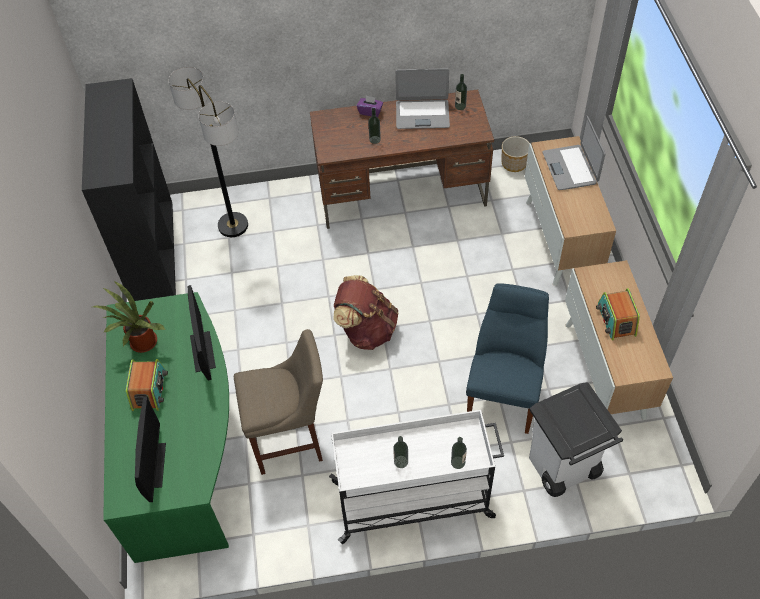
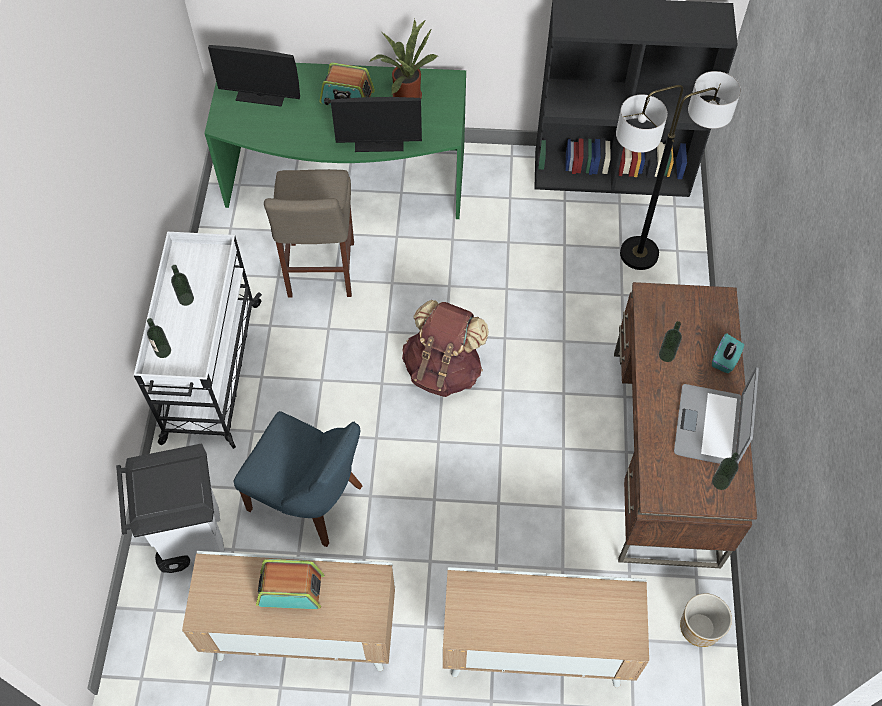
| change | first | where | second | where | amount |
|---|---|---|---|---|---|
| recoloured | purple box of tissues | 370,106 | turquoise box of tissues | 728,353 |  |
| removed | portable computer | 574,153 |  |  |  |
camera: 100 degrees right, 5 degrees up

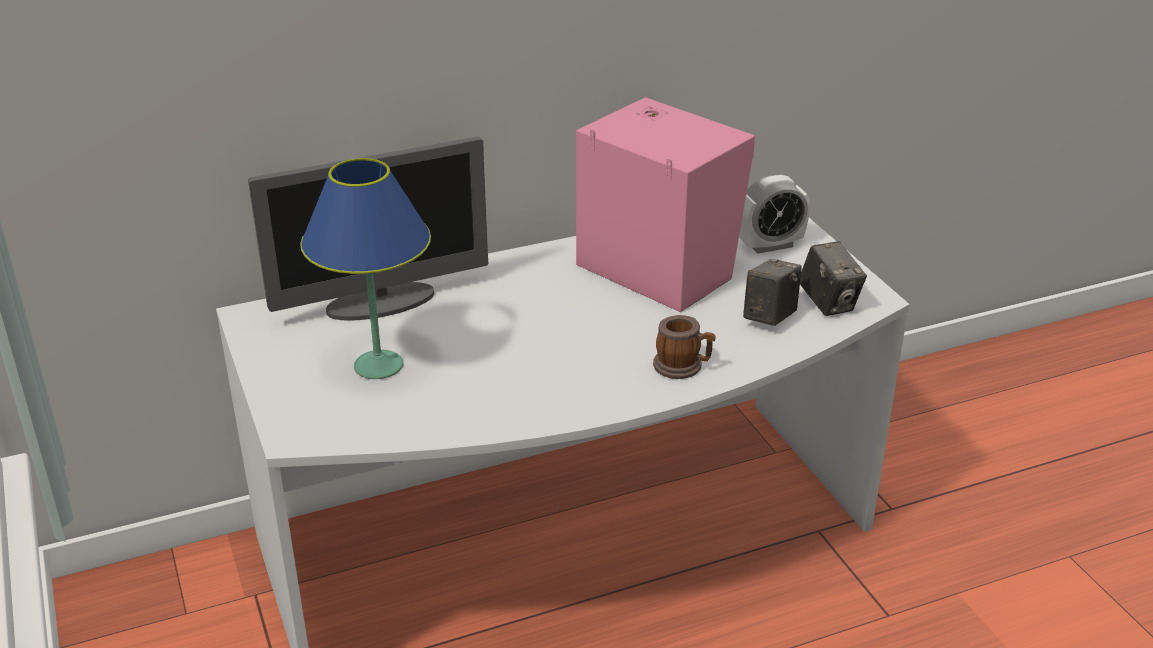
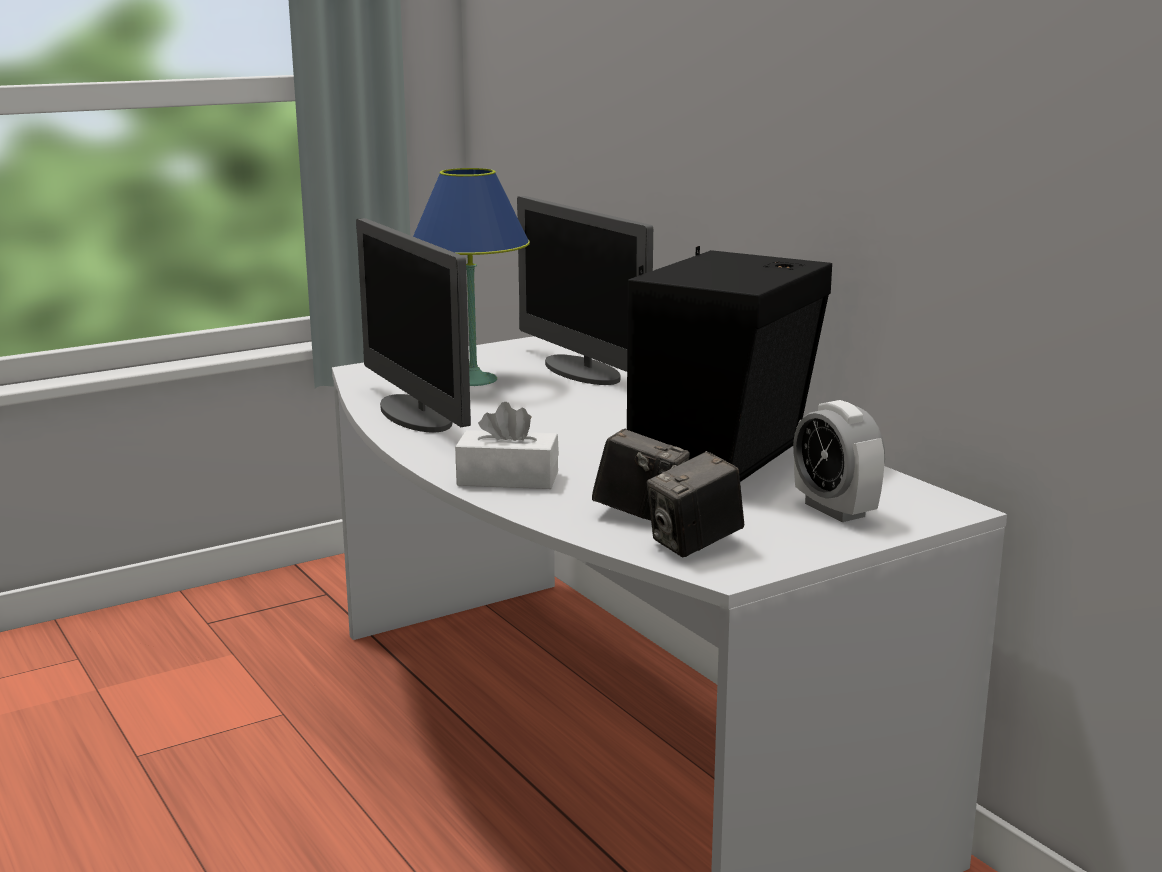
| change | first | where | second | where | amount |
|---|---|---|---|---|---|
| recoloured | pink audio speaker | 665,204 | black-coloured audio speaker | 729,364 |  |
| replaced | mug | 684,347 | white box of tissues | 507,445 |  |
| added |  |  | monitor | 413,325 |  |
camera: 80 degrees right, 15 degrees down

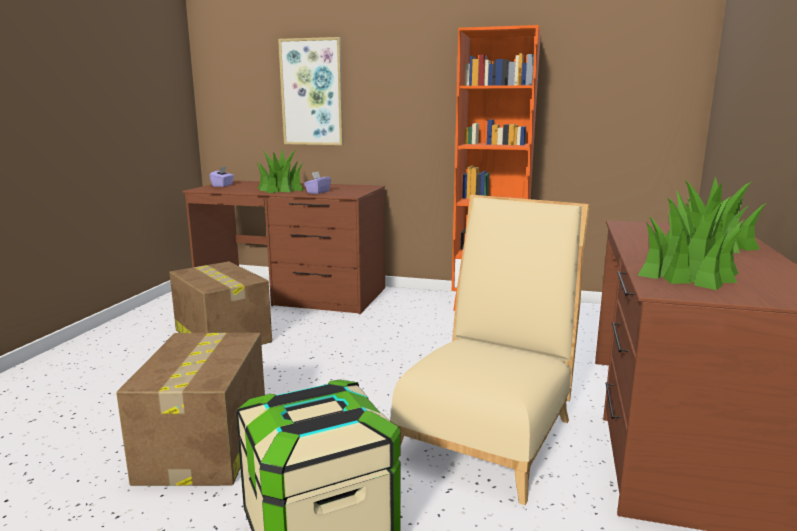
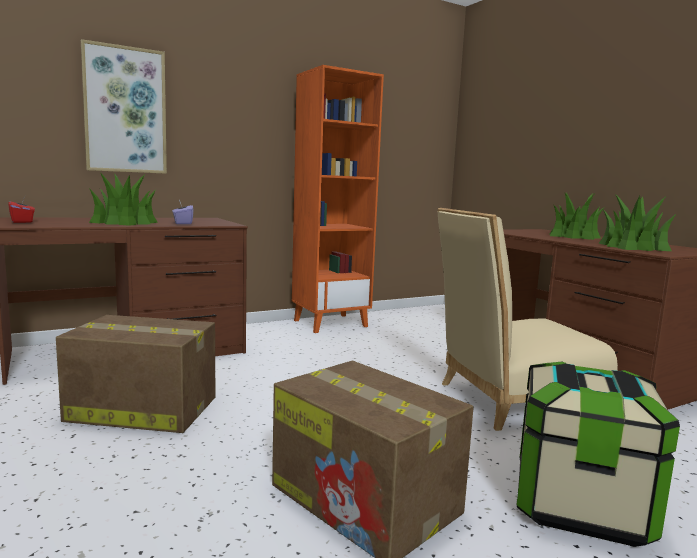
| change | first | where | second | where | amount |
|---|---|---|---|---|---|
| recoloured | purple box of tissues | 221,176 | red box of tissues | 21,209 |  |
| turned | beige-coloured upright chair | 490,350 |  | 528,319 | 90 degrees counterclockwise |
camera: 45 degrees left, 5 degrees down

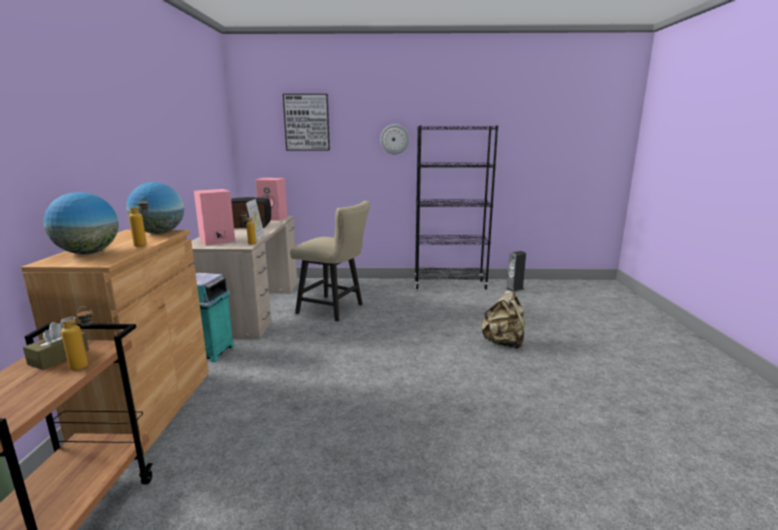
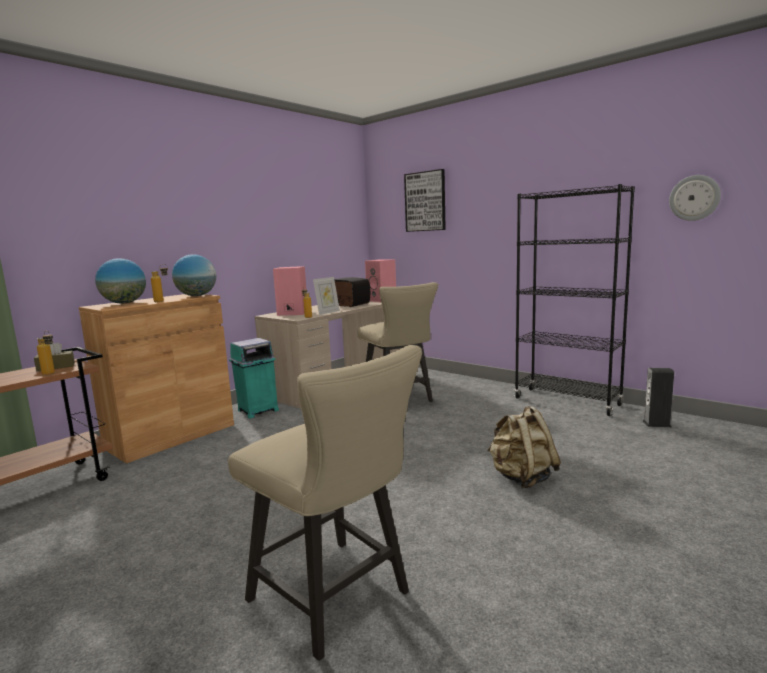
| change | first | where | second | where | amount |
|---|---|---|---|---|---|
| moved | wall clock | 394,139 |  | 695,198 |  |
| added |  |  | beige-coloured upright chair | 325,503 |  |
camera: 40 degrees right, 5 degrees down

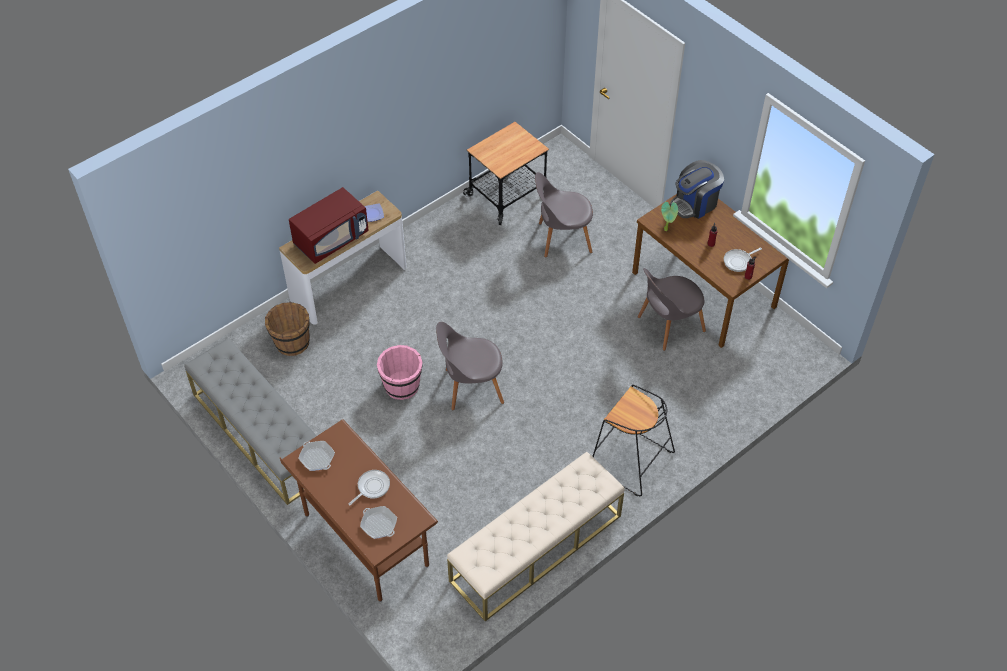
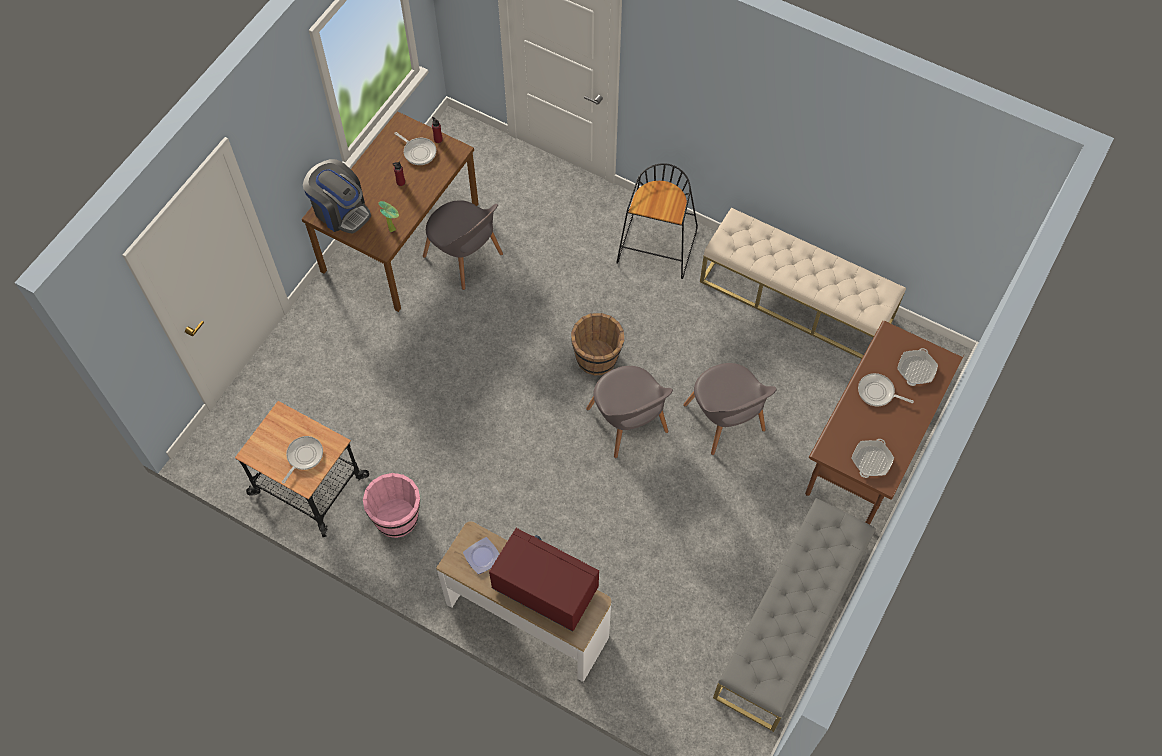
| change | first | where | second | where | amount |
|---|---|---|---|---|---|
| moved | brown bucket | 287,329 |  | 597,344 |  |
| moved | pink bucket | 400,372 |  | 391,505 |  |
| moved | gray upright chair | 564,214 |  | 730,409 |  |
| added |  |  | skillet | 302,460 |  |
camera: 110 degrees left, 10 degrees up

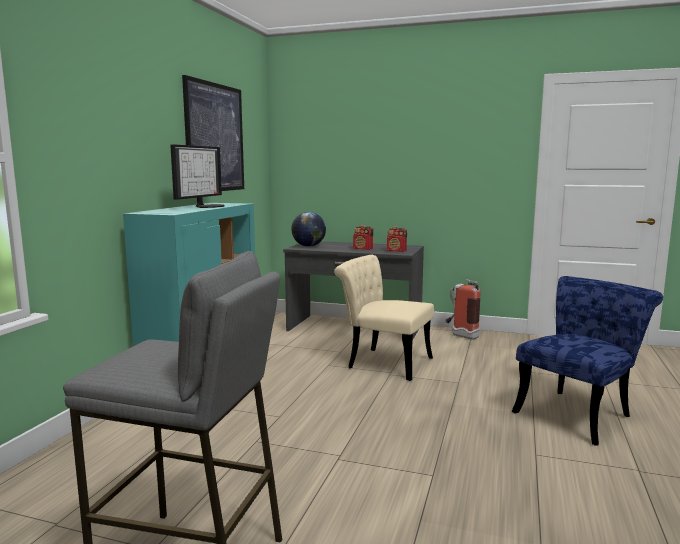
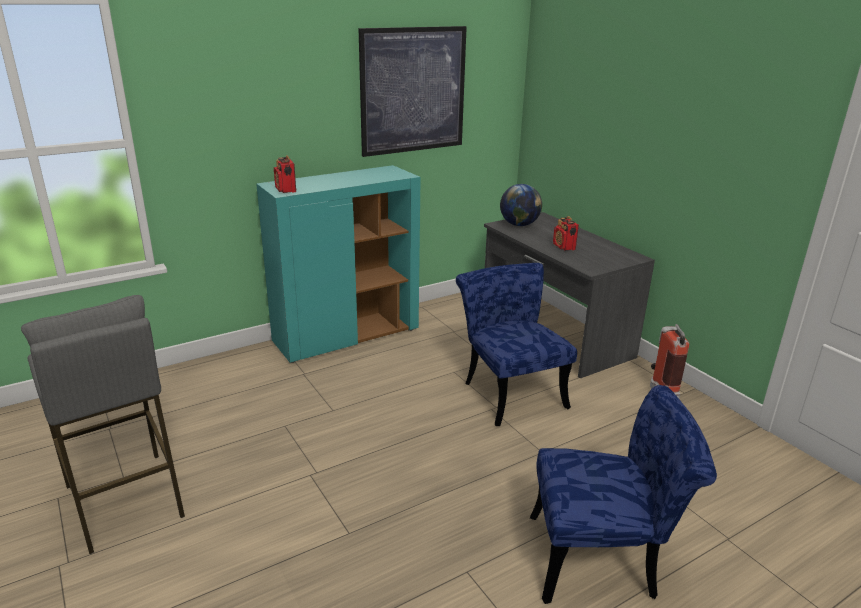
| change | first | where | second | where | amount |
|---|---|---|---|---|---|
| removed | monitor | 197,176 |  |  |  |
| recoloured | beige-coloured upright chair | 384,318 | blue upright chair | 516,344 |  |
| moved | radio receiver | 397,239 |  | 285,174 |  |
camera: 40 degrees right, 15 degrees up

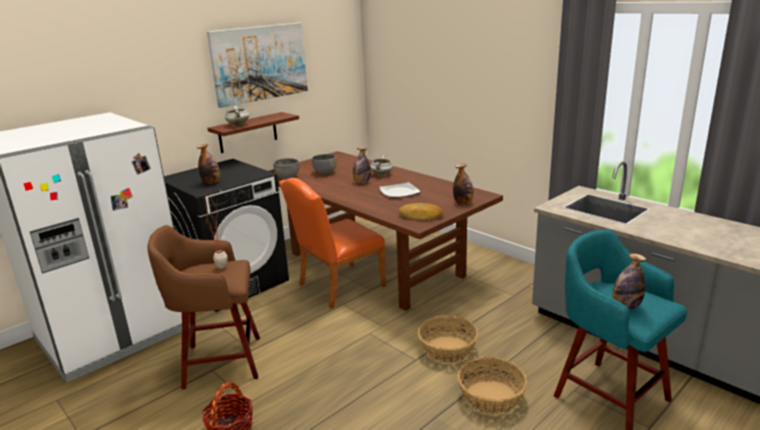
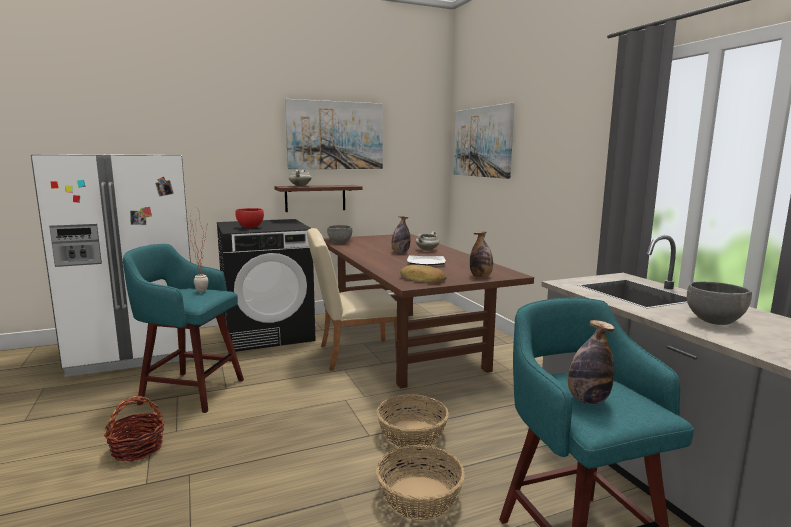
| change | first | where | second | where | amount |
|---|---|---|---|---|---|
| recoloured | brown stool | 204,307 | turquoise stool | 183,328 |  |
| replaced | drink bottle | 208,164 | red serving bowl | 249,218 |  |
| recoloured | orange-coloured upright chair | 332,243 | beige-coloured upright chair | 352,299 |  |
| moved | gray serving bowl | 324,164 |  | 719,303 |  |
| added |  |  | picture | 484,141 |  |
camera: 20 degrees right, 10 degrees down

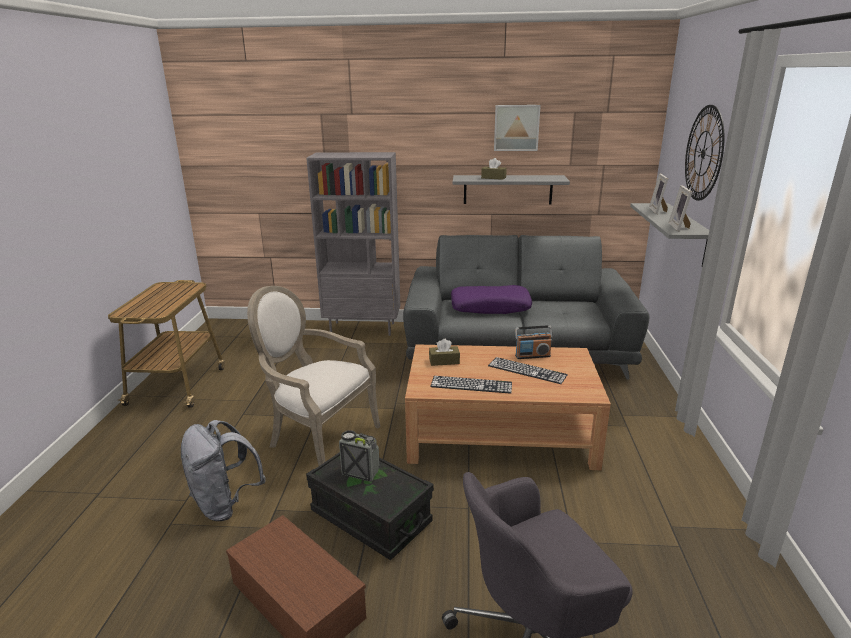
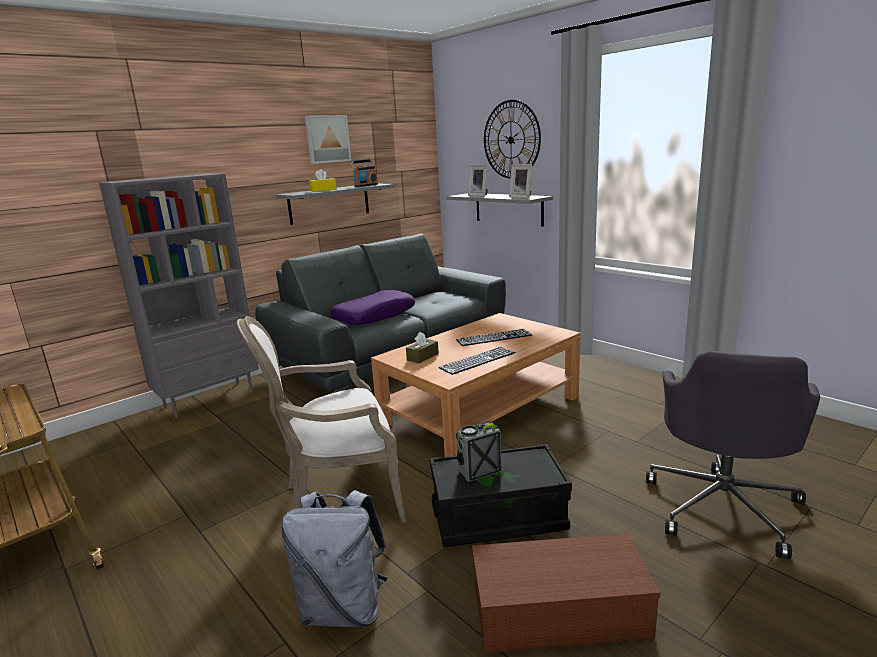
| change | first | where | second | where | amount |
|---|---|---|---|---|---|
| recoloured | brown box of tissues | 494,169 | yellow-coloured box of tissues | 322,180 |  |
| moved | radio receiver | 534,342 |  | 364,173 |  |
camera: 45 degrees left, 5 degrees down

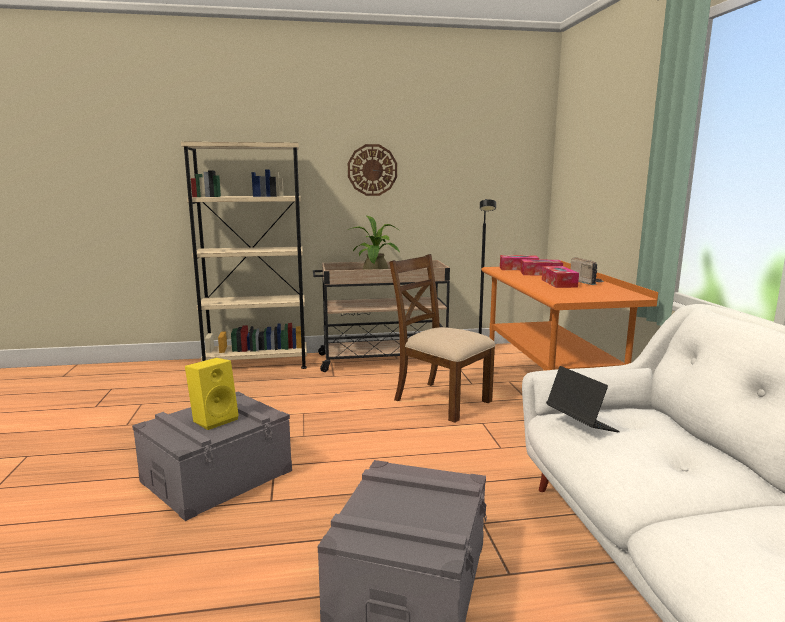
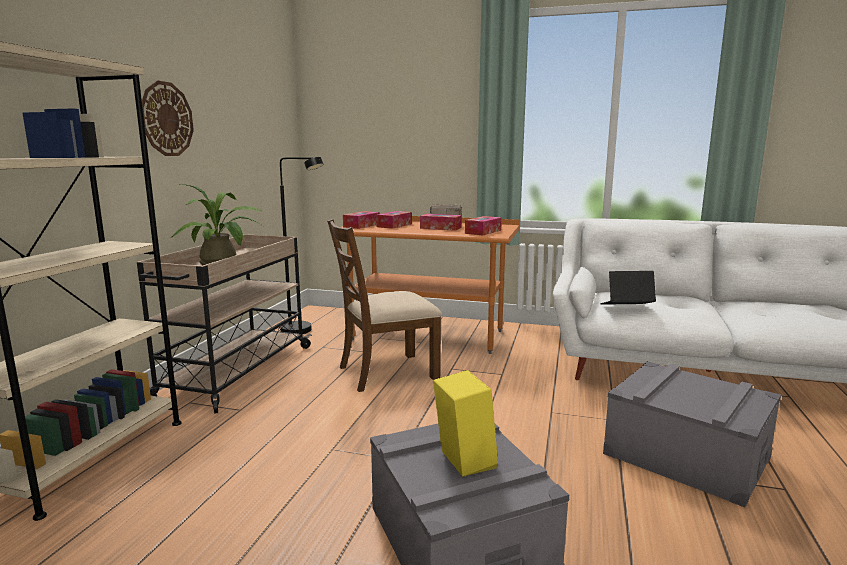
| change | first | where | second | where | amount |
|---|---|---|---|---|---|
| added |  |  | box of tissues | 483,225 |  |
camera: 65 degrees left, 0 degrees up

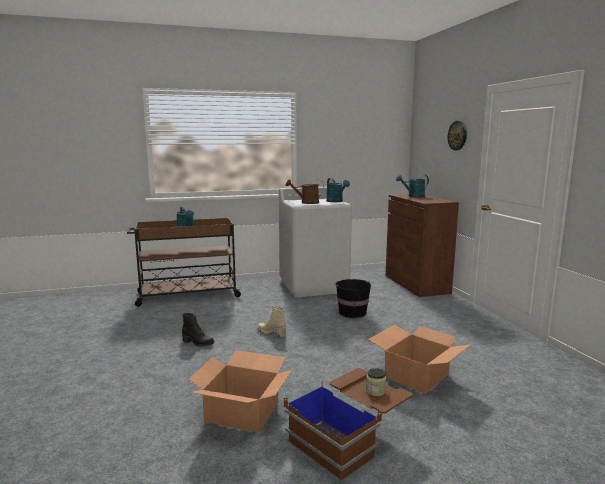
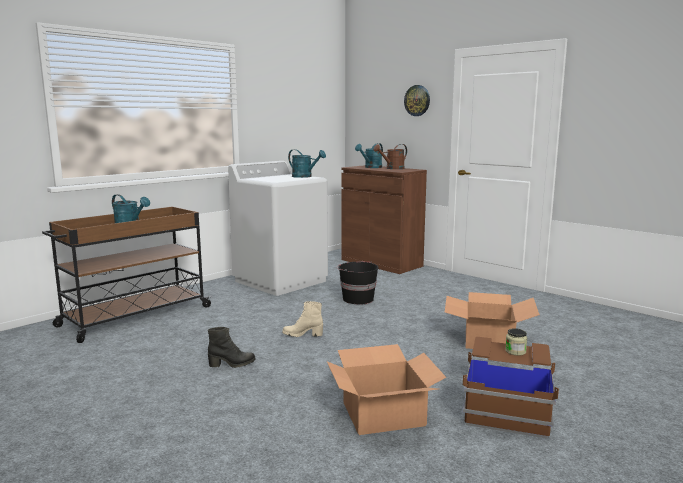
| change | first | where | second | where | amount |
|---|---|---|---|---|---|
| moved | brown watering pot | 305,191 |  | 390,156 |  |
camera: 30 degrees left, 0 degrees up

